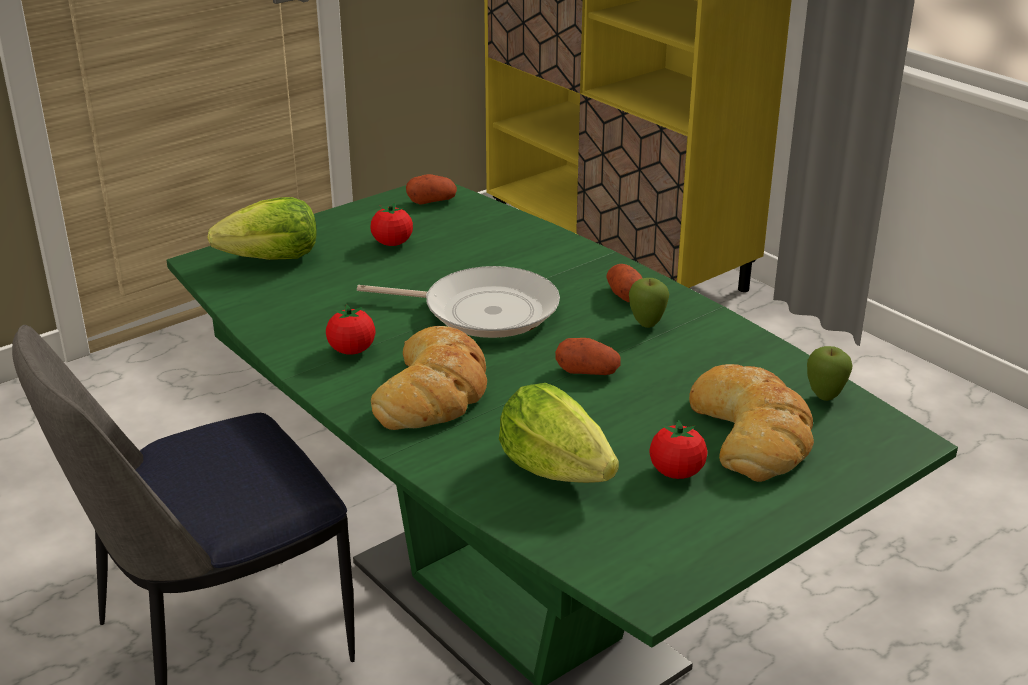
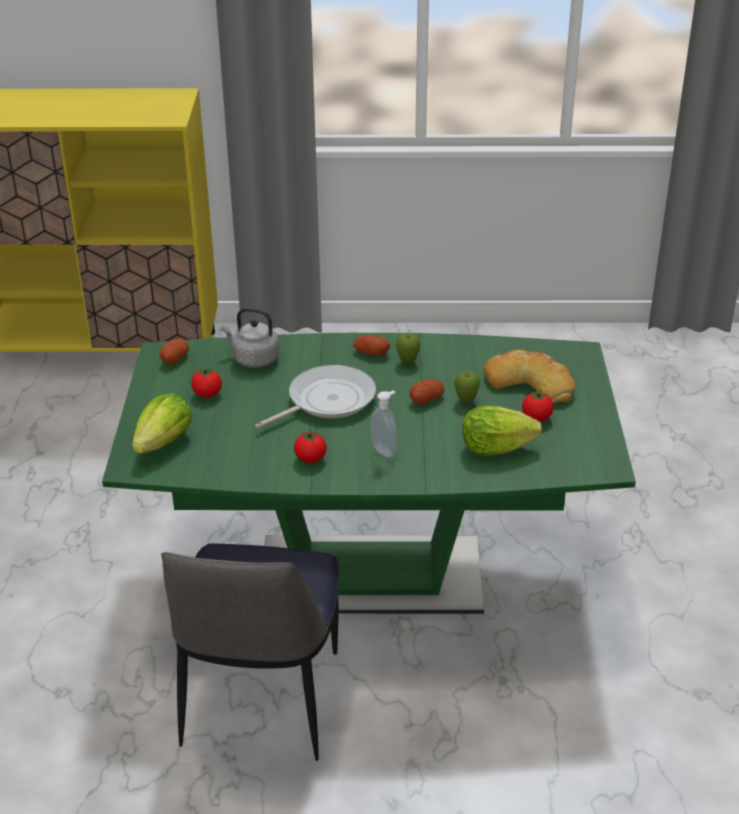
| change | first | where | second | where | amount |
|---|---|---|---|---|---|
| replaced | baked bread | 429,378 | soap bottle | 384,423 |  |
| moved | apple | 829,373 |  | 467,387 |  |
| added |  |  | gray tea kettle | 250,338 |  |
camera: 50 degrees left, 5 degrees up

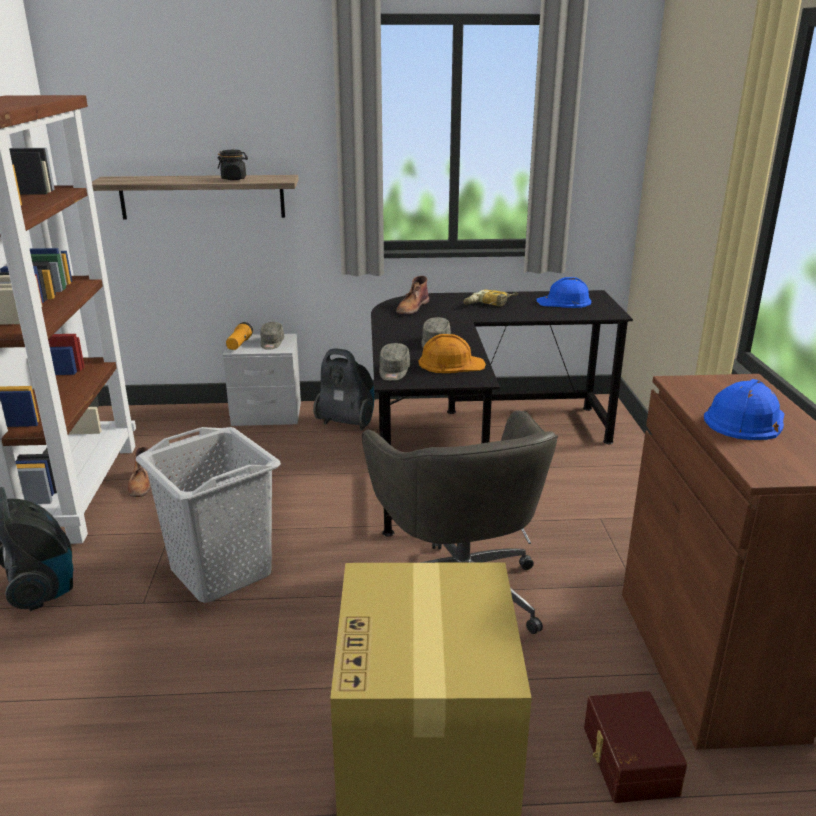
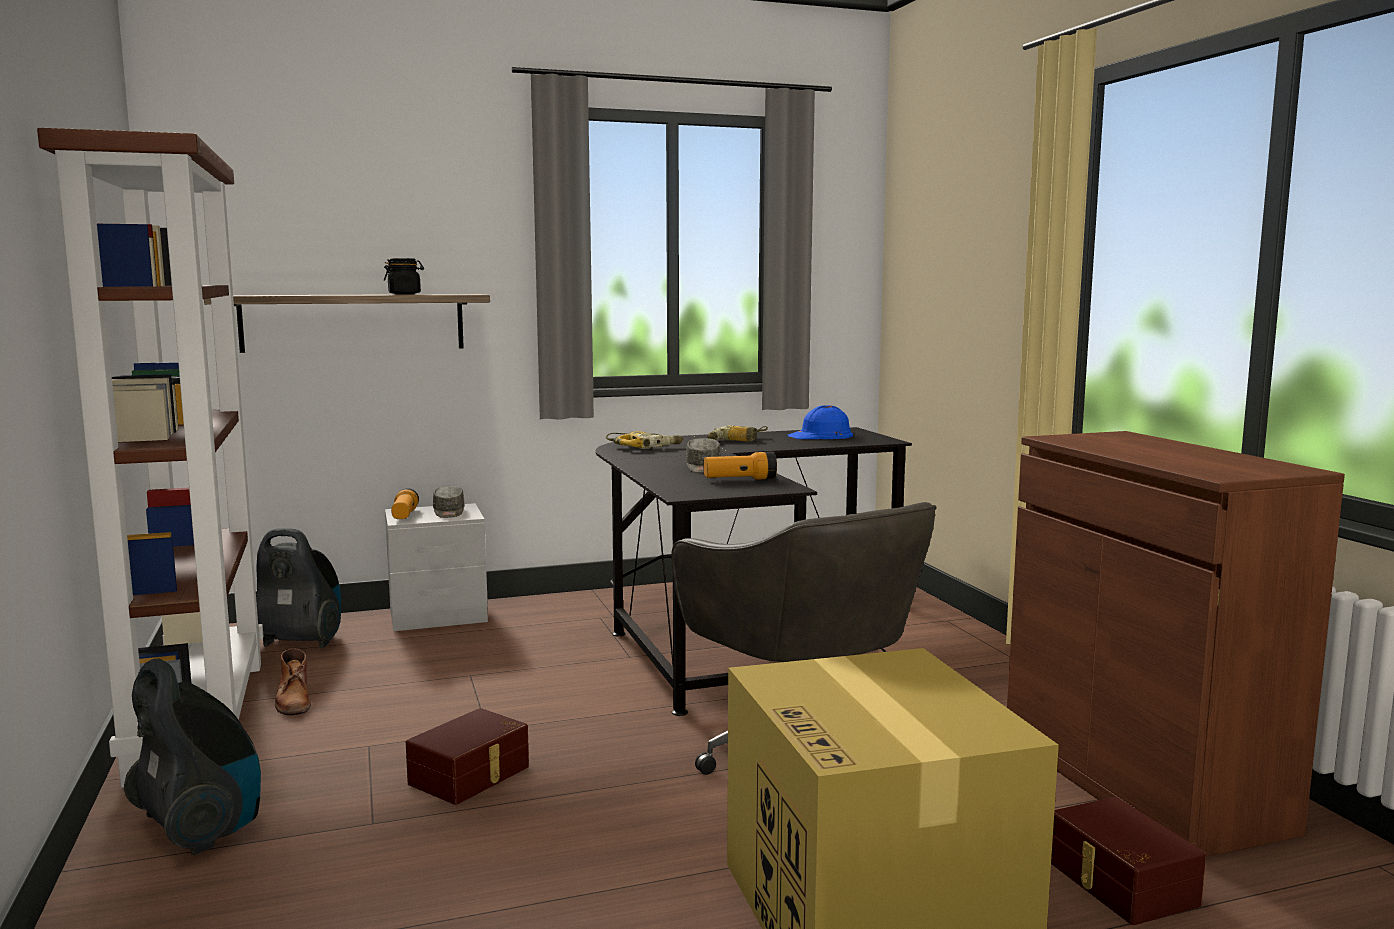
| change | first | where | second | where | amount |
|---|---|---|---|---|---|
| replaced | gray washing basket | 208,515 | brown storage bin | 467,756 |  |
| moved | vacuum cleaner | 343,389 |  | 298,588 |  |
| removed | gray peaked cap | 394,362 |  |  |  |
| replaced | brown boot | 412,295 | power drill | 644,440 |  |
| replaced | orange-coloured work helmet | 452,353 | flashlight | 740,465 |  |
| removed | blue work helmet | 744,409 |  |  |  |
camera: 15 degrees left, 15 degrees down

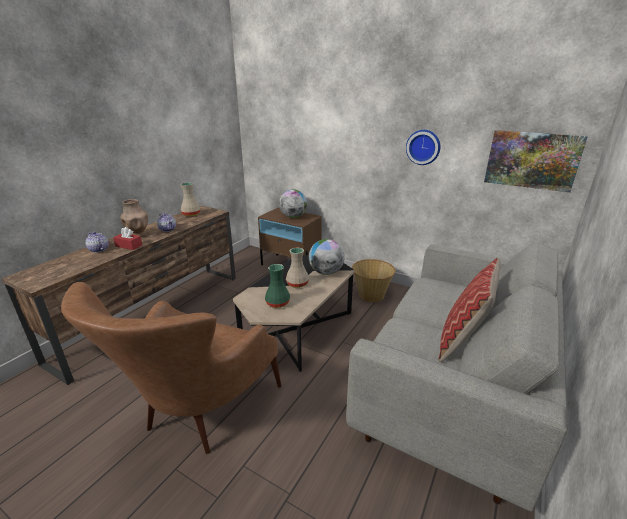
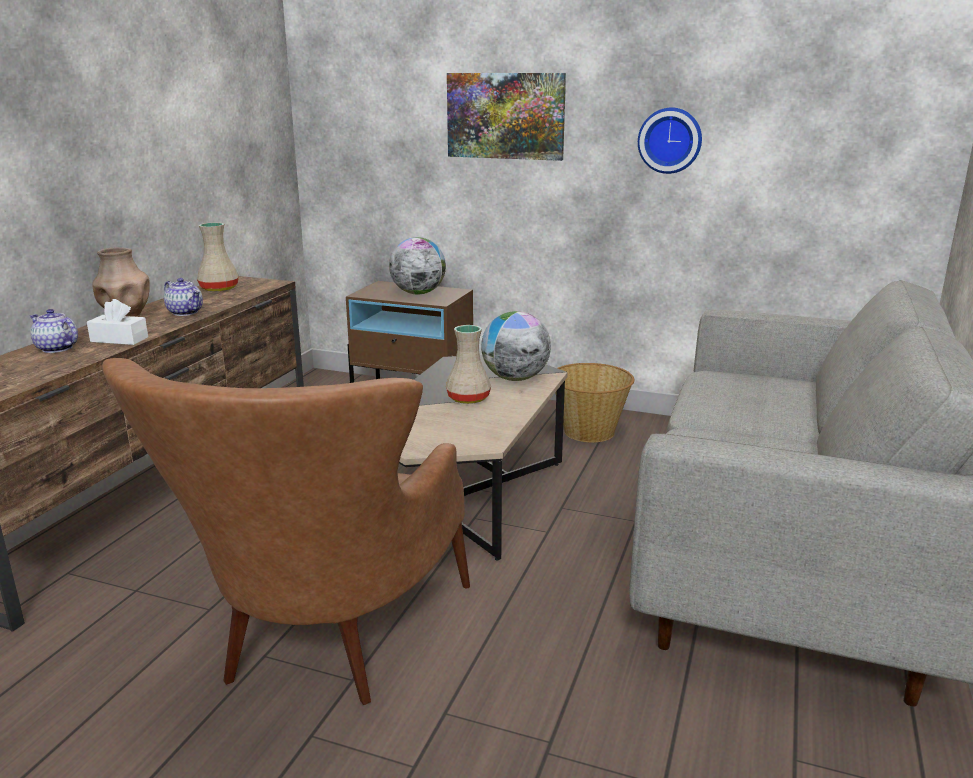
| change | first | where | second | where | amount |
|---|---|---|---|---|---|
| recoloured | red box of tissues | 127,238 | white box of tissues | 117,322 |  |
| removed | green vase | 277,286 |  |  |  |
| removed | throw pillow | 469,309 |  |  |  |
| moved | picture | 536,161 |  | 506,117 |  |
camera: 10 degrees left, 5 degrees down

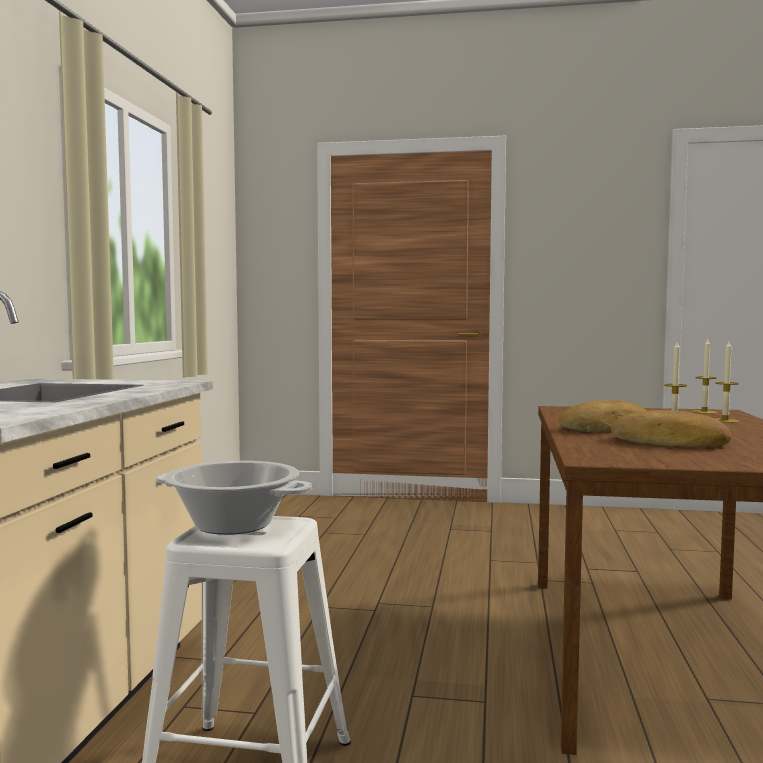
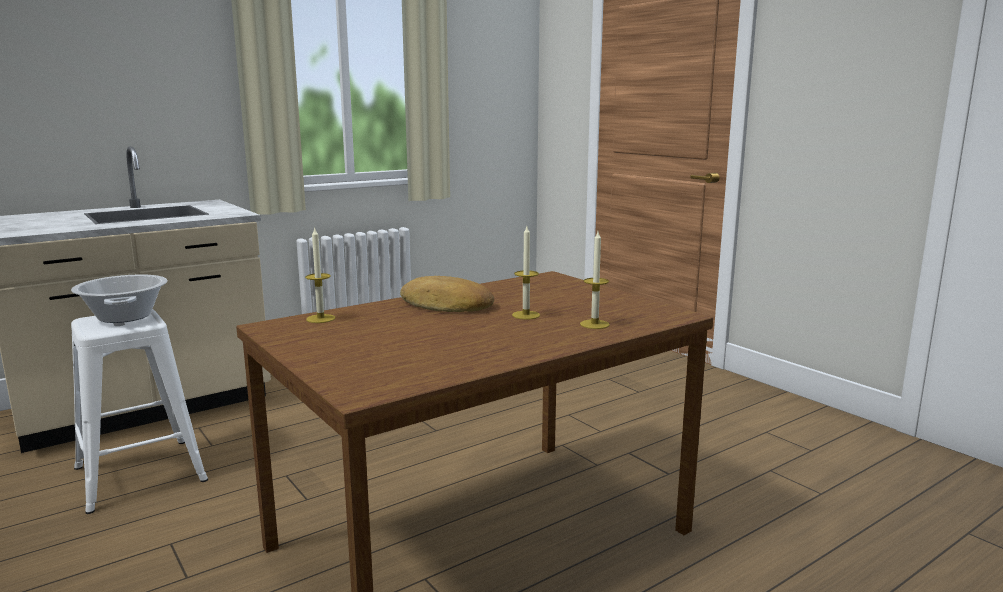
| change | first | where | second | where | amount |
|---|---|---|---|---|---|
| removed | baked bread | 671,428 |  |  |  |
| moved | candle | 704,376 |  | 320,275 |  |
camera: 45 degrees right, 10 degrees up

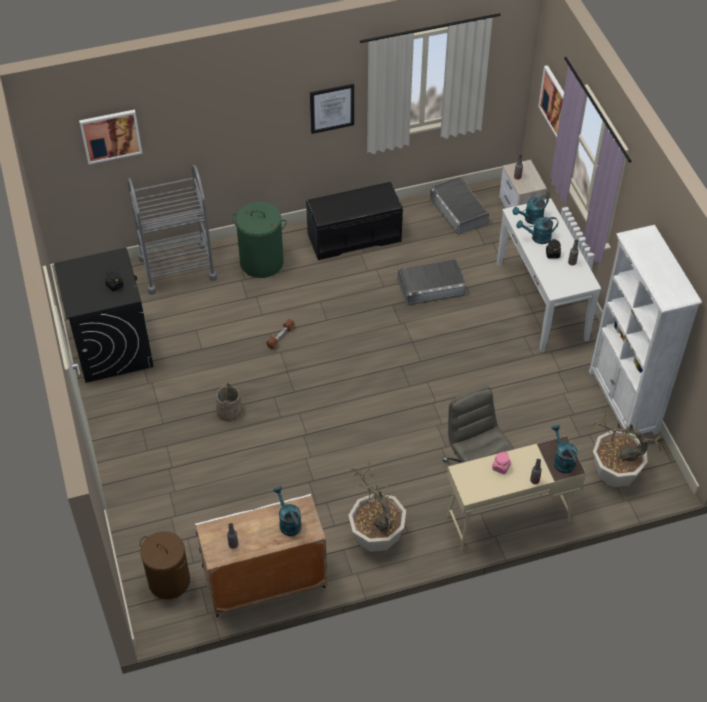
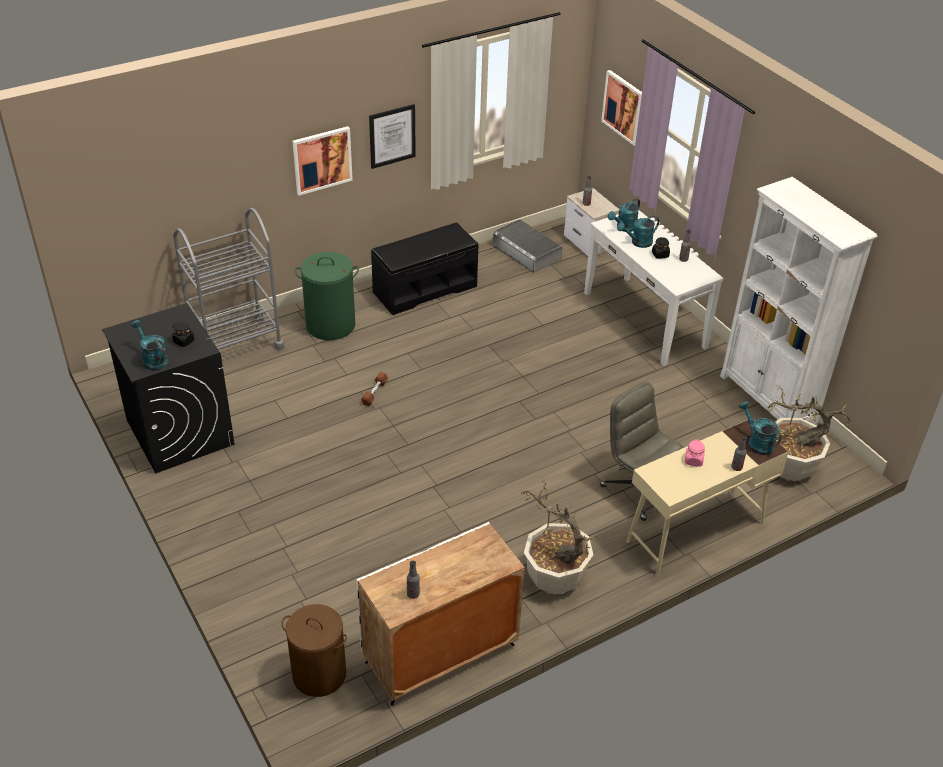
| change | first | where | second | where | amount |
|---|---|---|---|---|---|
| moved | picture | 110,137 |  | 322,161 |  |
| removed | beige-coloured bucket | 229,402 |  |  |  |
| moved | turquoise watering pot | 287,511 |  | 149,345 |  |
| removed | gray storage bin | 432,282 |  |  |  |
camera: 15 degrees left, 10 degrees down

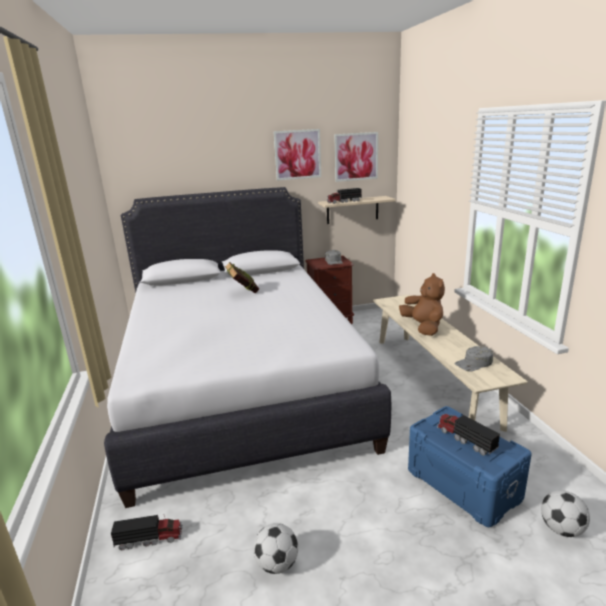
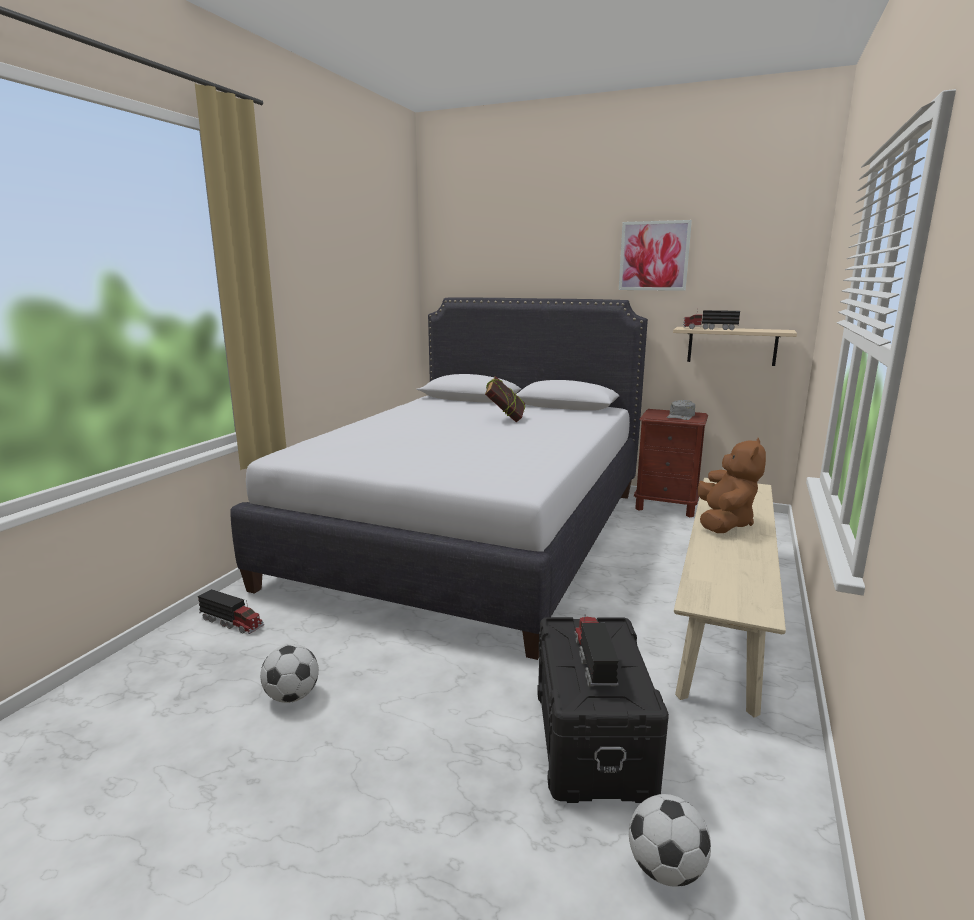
| change | first | where | second | where | amount |
|---|---|---|---|---|---|
| removed | picture | 356,157 |  |  |  |
| recoloured | blue storage bin | 470,466 | black-coloured storage bin | 603,710 |  |
| removed | gray peaked cap | 474,359 |  |  |  |
camera: 35 degrees right, 5 degrees down

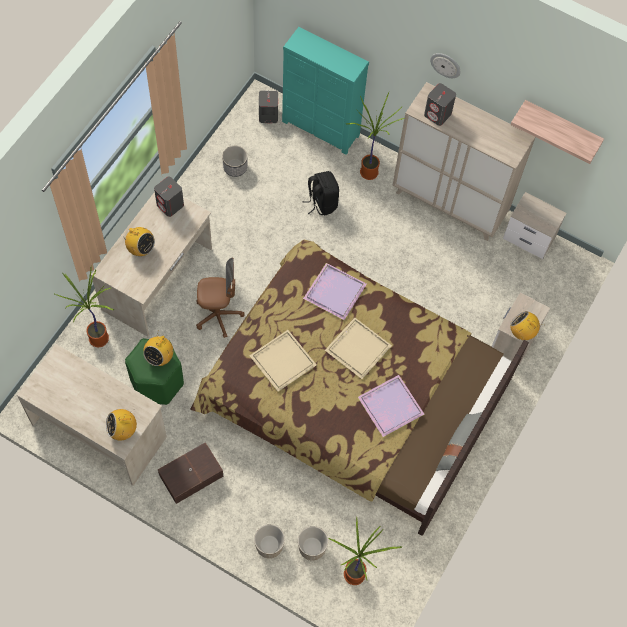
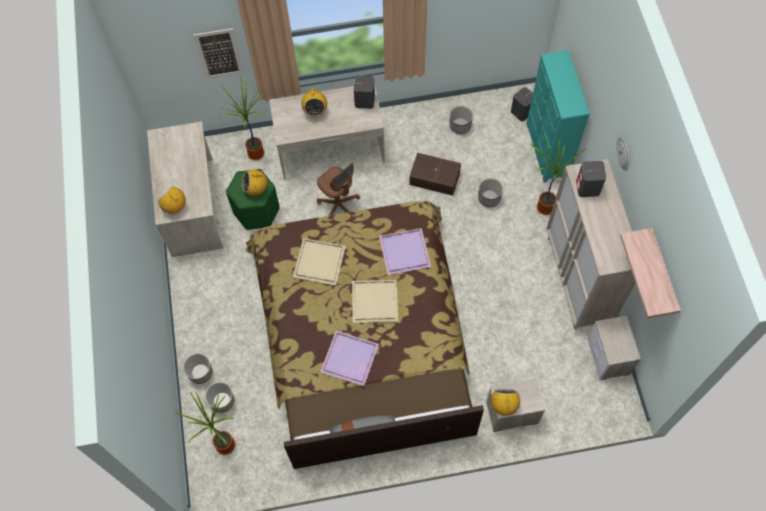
| change | first | where | second | where | amount |
|---|---|---|---|---|---|
| moved | brown storage bin | 190,473 |  | 435,174 |  |
| replaced | black-coloured knapsack | 320,193 | planter | 490,192 |  |
| added |  |  | picture | 218,53 |  |
camera: 55 degrees right, 0 degrees up

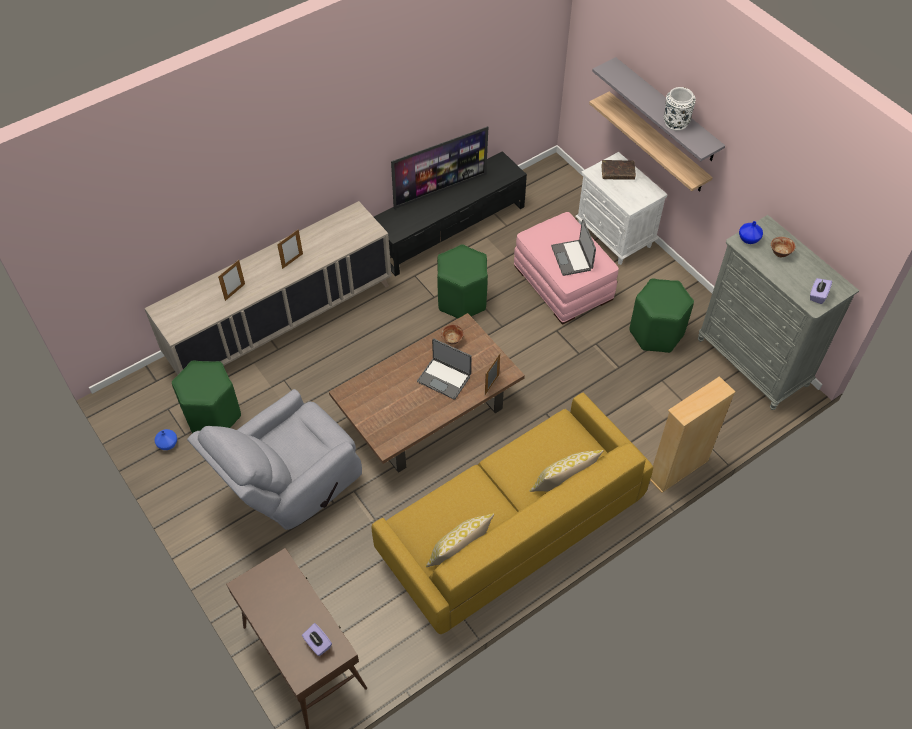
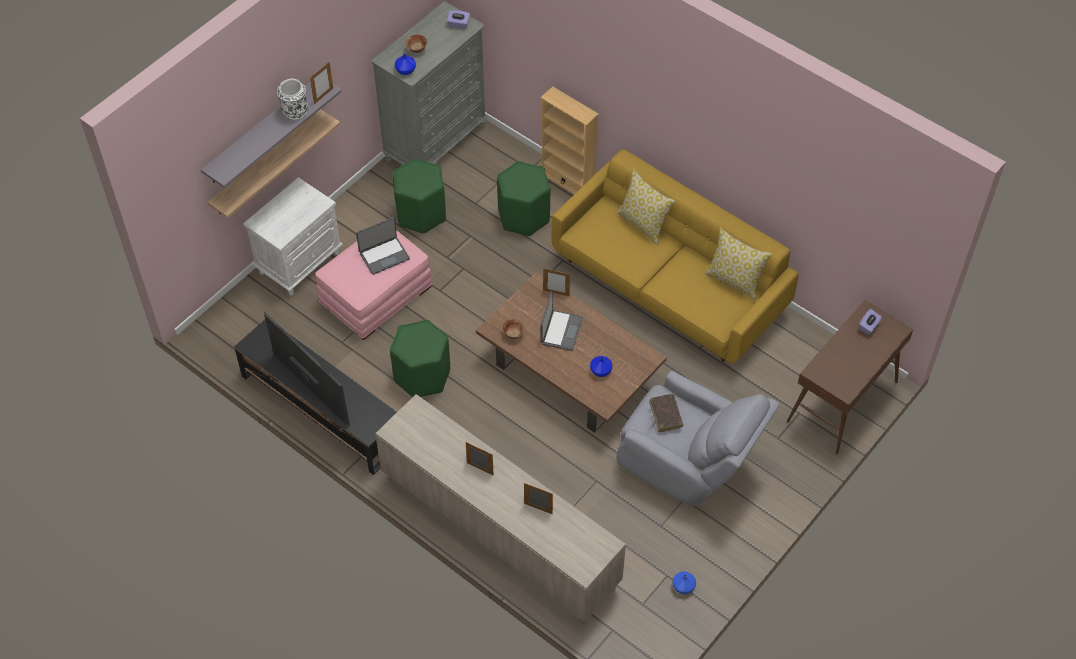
| change | first | where | second | where | amount |
|---|---|---|---|---|---|
| moved | green stool | 206,396 |  | 523,198 |  |
| moved | brown bound book | 618,170 |  | 666,413 |  |
| added |  |  | picture frame | 321,83 |  |
| added |  |  | blue vase | 601,366 |  |
camera: 105 degrees left, 0 degrees up

